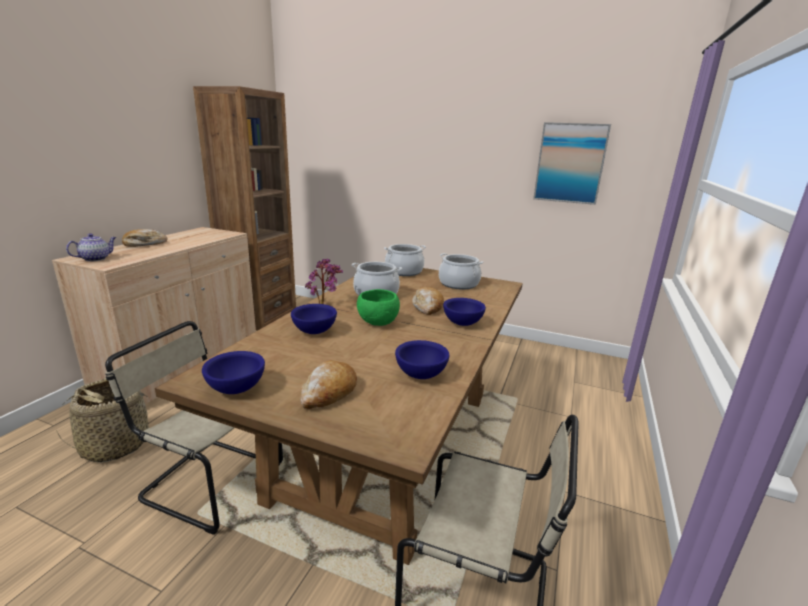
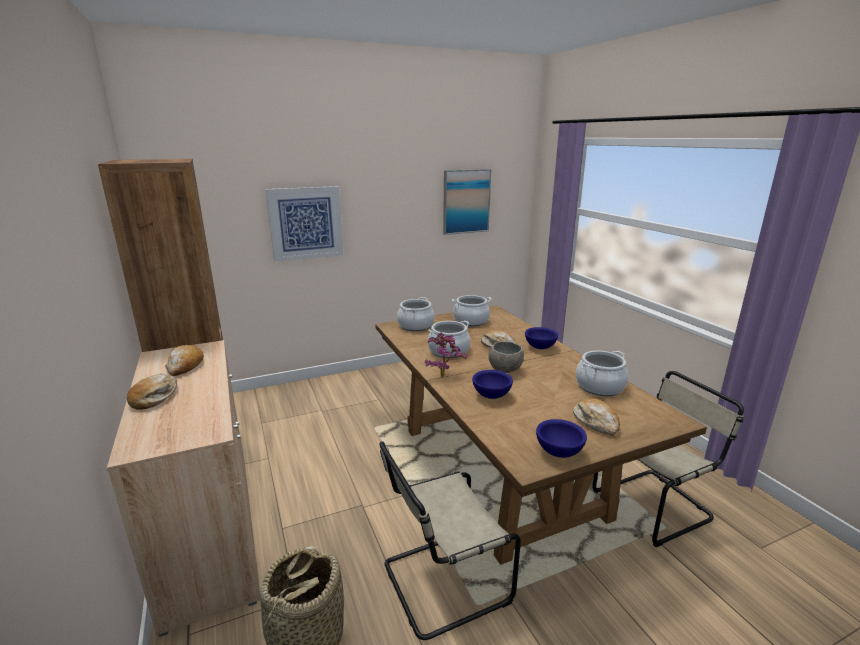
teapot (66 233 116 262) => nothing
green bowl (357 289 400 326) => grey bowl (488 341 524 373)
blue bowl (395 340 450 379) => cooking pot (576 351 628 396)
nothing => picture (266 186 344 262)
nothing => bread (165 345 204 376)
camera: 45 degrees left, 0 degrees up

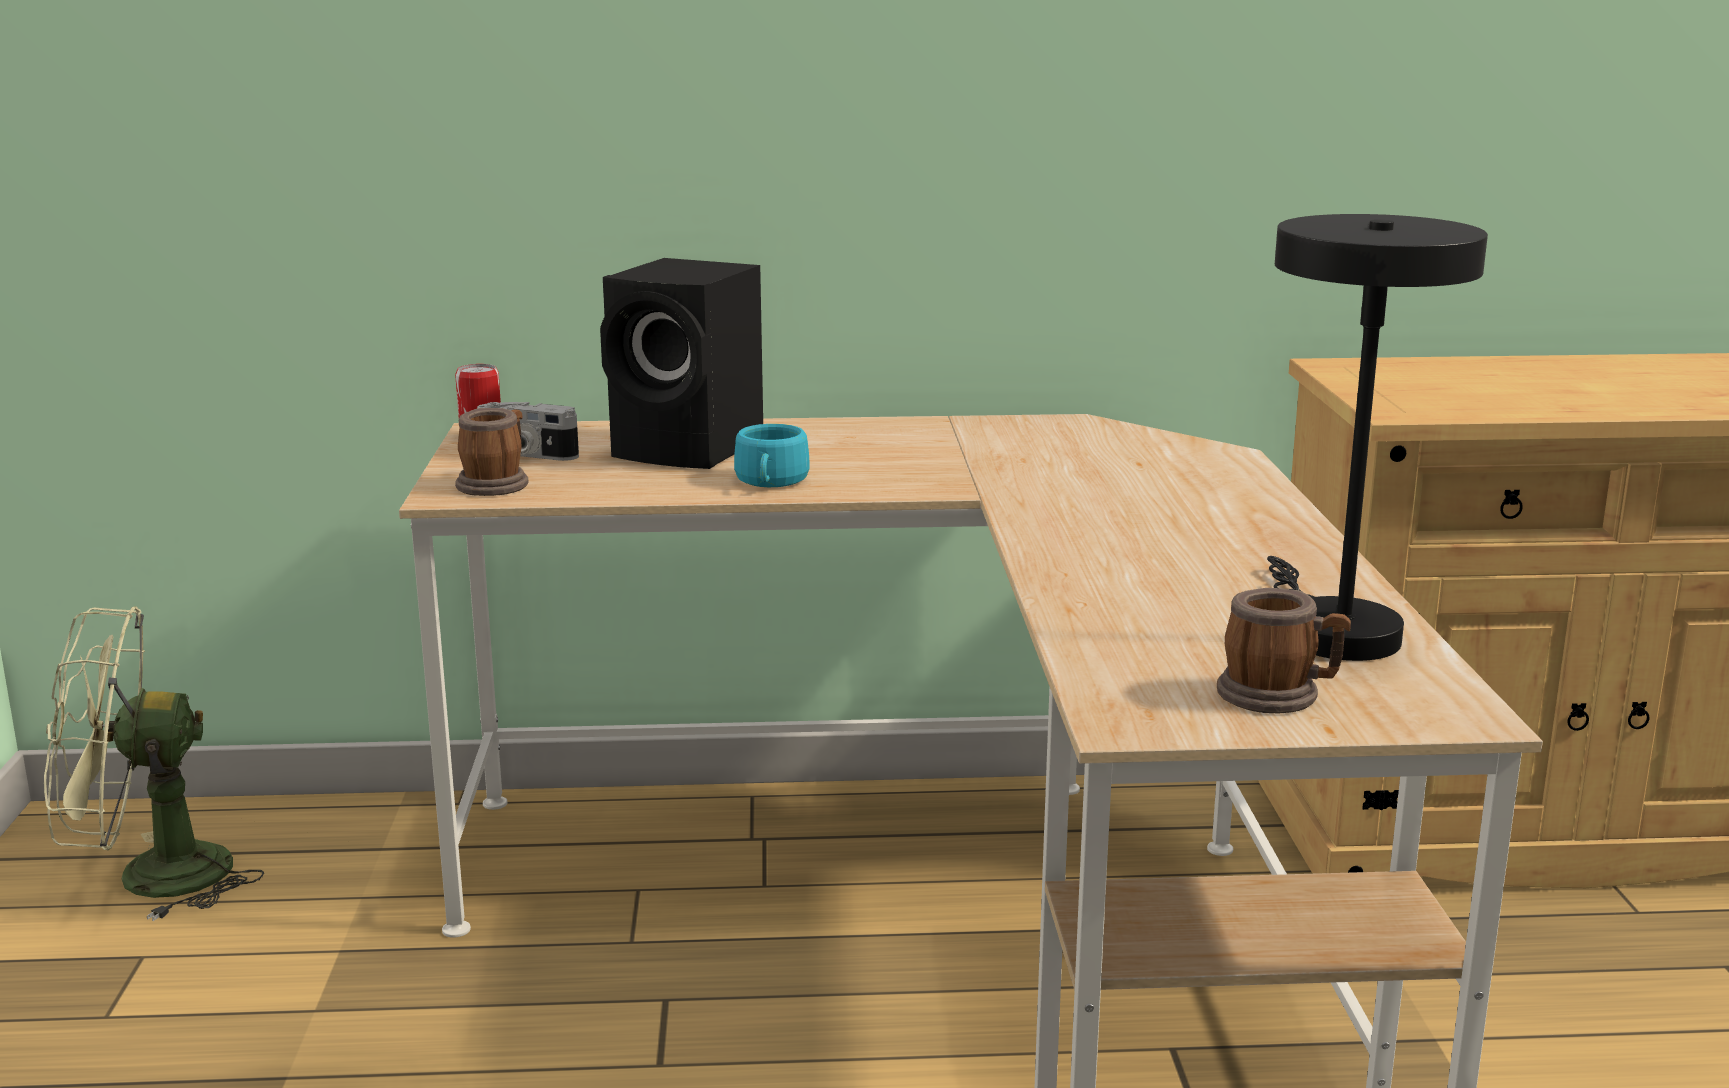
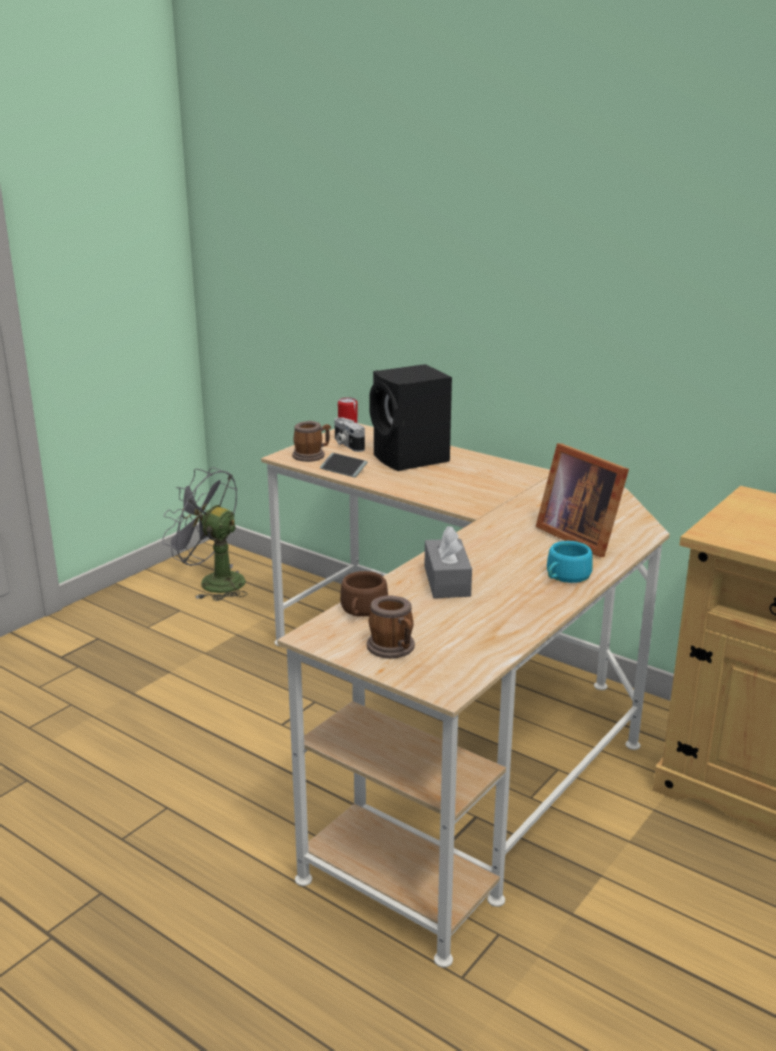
black table lamp (1267 214 1488 661) => nothing
turquoise cup (734 424 810 487) => turquoise cup (547 541 593 583), moved
green fan (44 606 264 921) => grey fan (162 467 248 601)
nothing => picture frame (535 443 629 557)
nothing => phone (320 453 368 477)
nothing => grey tissue box (424 526 472 598)
nothing => brown cup (340 571 388 617)
camera: 40 degrees right, 5 degrees up

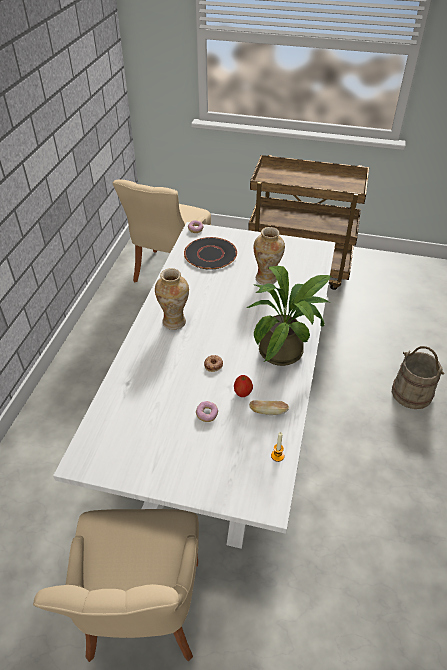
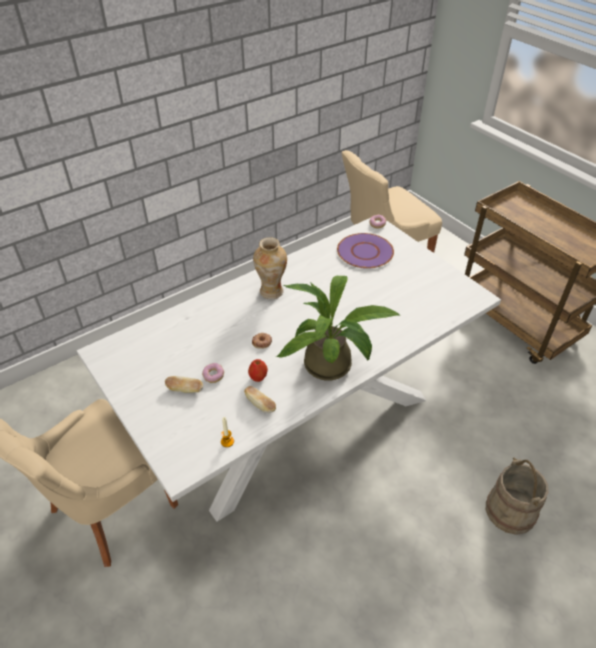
vase (254 227 285 285) => nothing
black plate (184 237 237 270) => purple plate (337 233 394 269)
nothing => bread (165 376 203 393)
camera: 40 degrees right, 0 degrees up

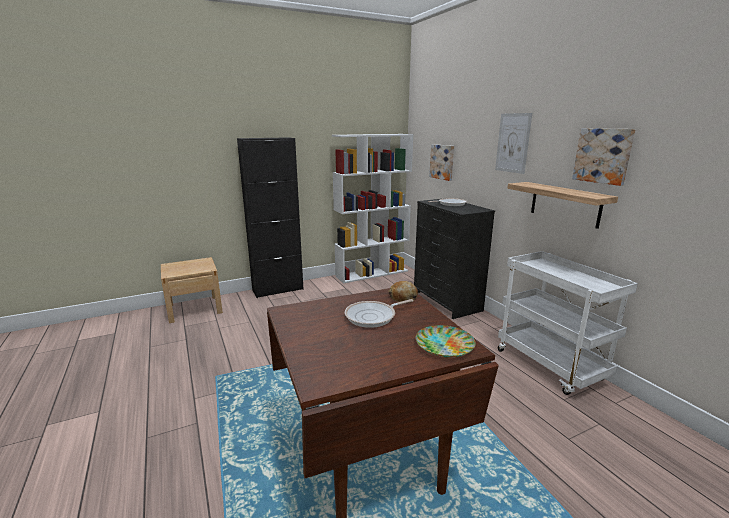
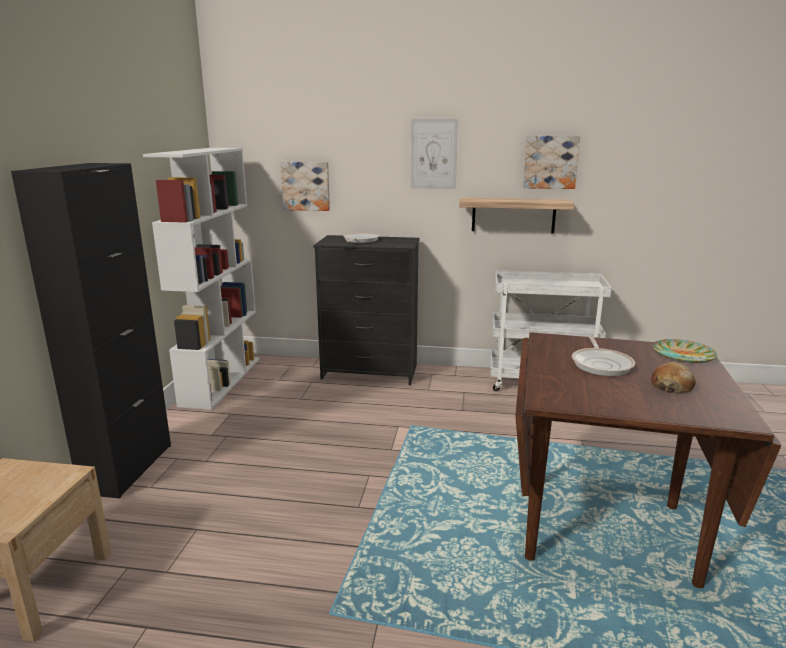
bread (389 281 418 303) => bread (651 362 696 394), moved
camera: 55 degrees left, 0 degrees up

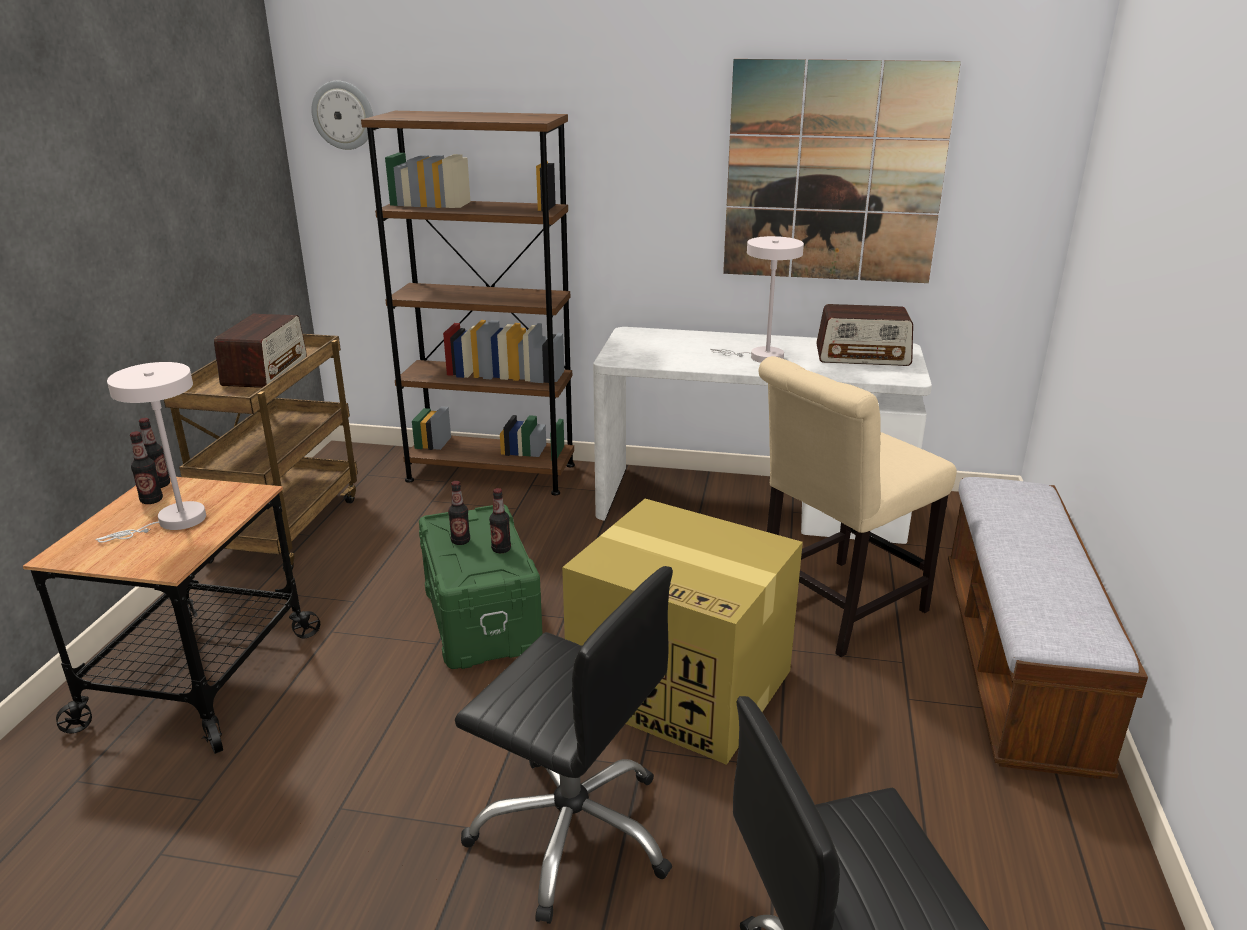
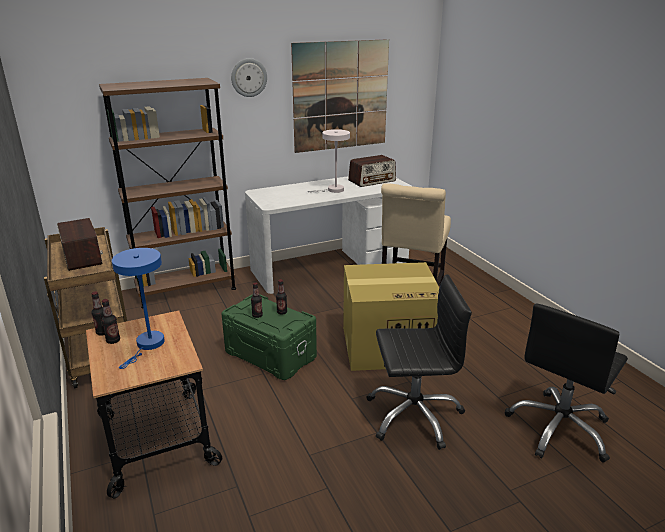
wall clock (311 81 373 150) => wall clock (231 58 267 97), moved
white table lamp (95 362 206 543) => blue table lamp (112 248 165 369)
bench (948 477 1148 779) => nothing
camera: 35 degrees left, 0 degrees up

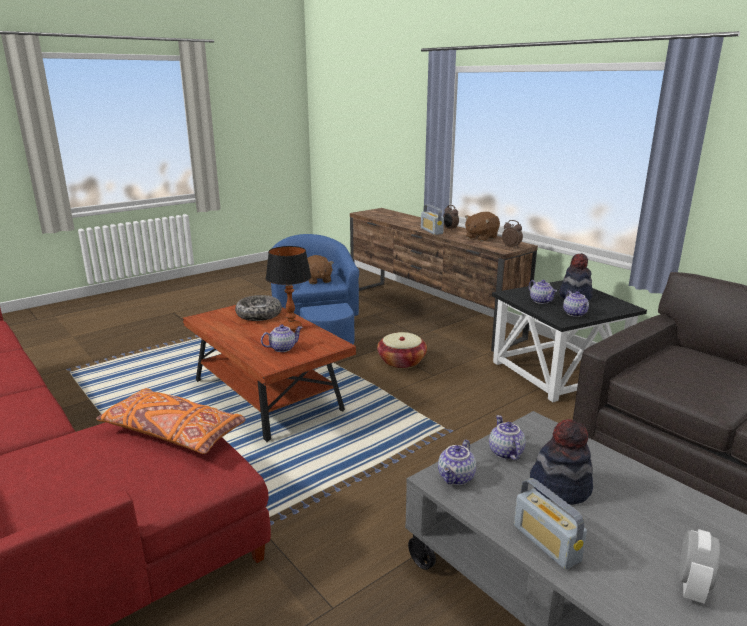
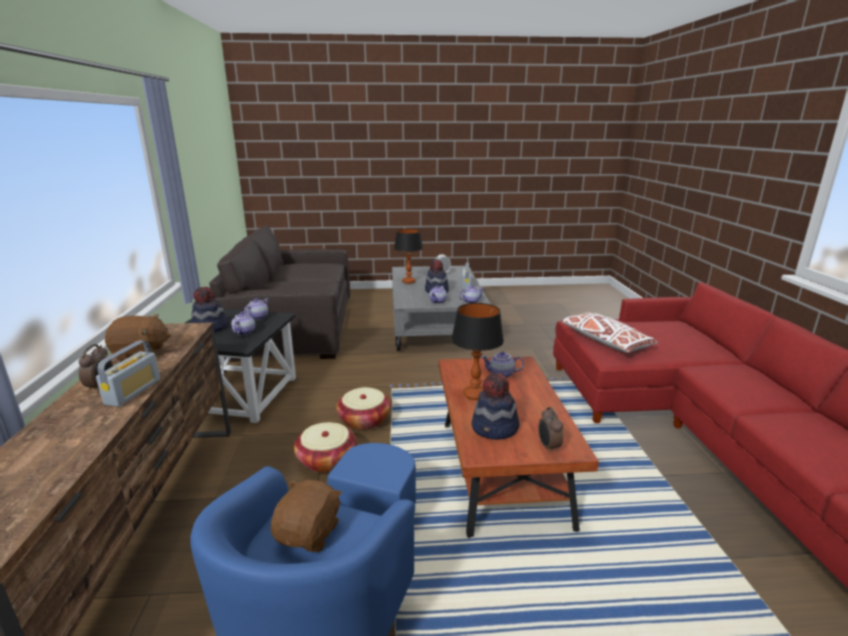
alarm clock (502 220 523 248) => alarm clock (538 407 563 453), moved
bowl (235 295 282 321) => hat (472 373 520 440)
orange pillow (96 388 246 454) => white pillow (562 313 659 352)
nothing => table lamp (394 229 423 284)
nothing => basket (336 387 391 430)
camera: 145 degrees left, 0 degrees up

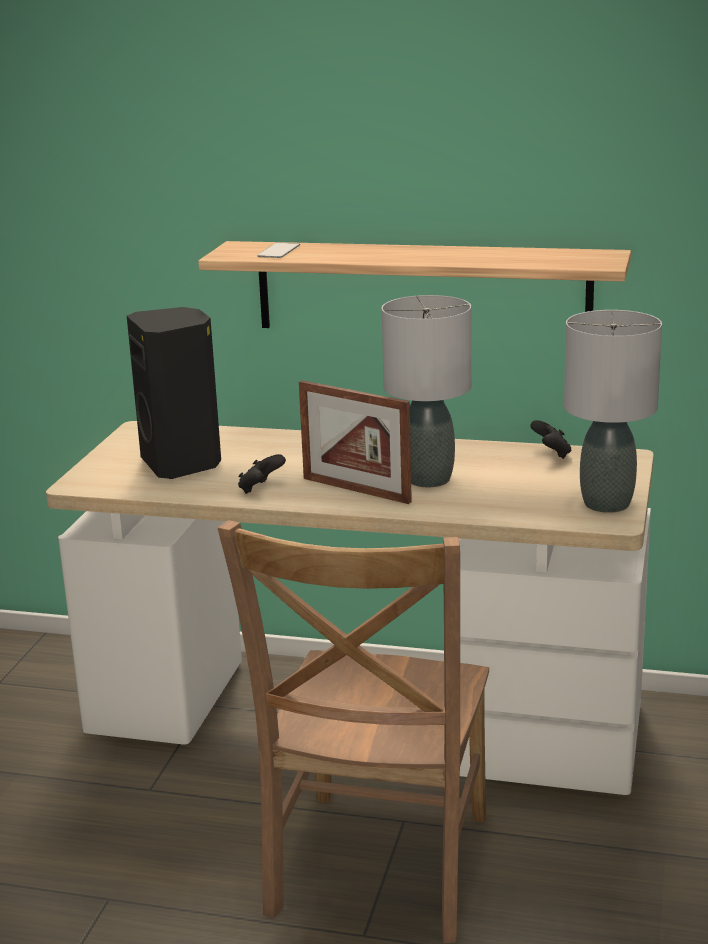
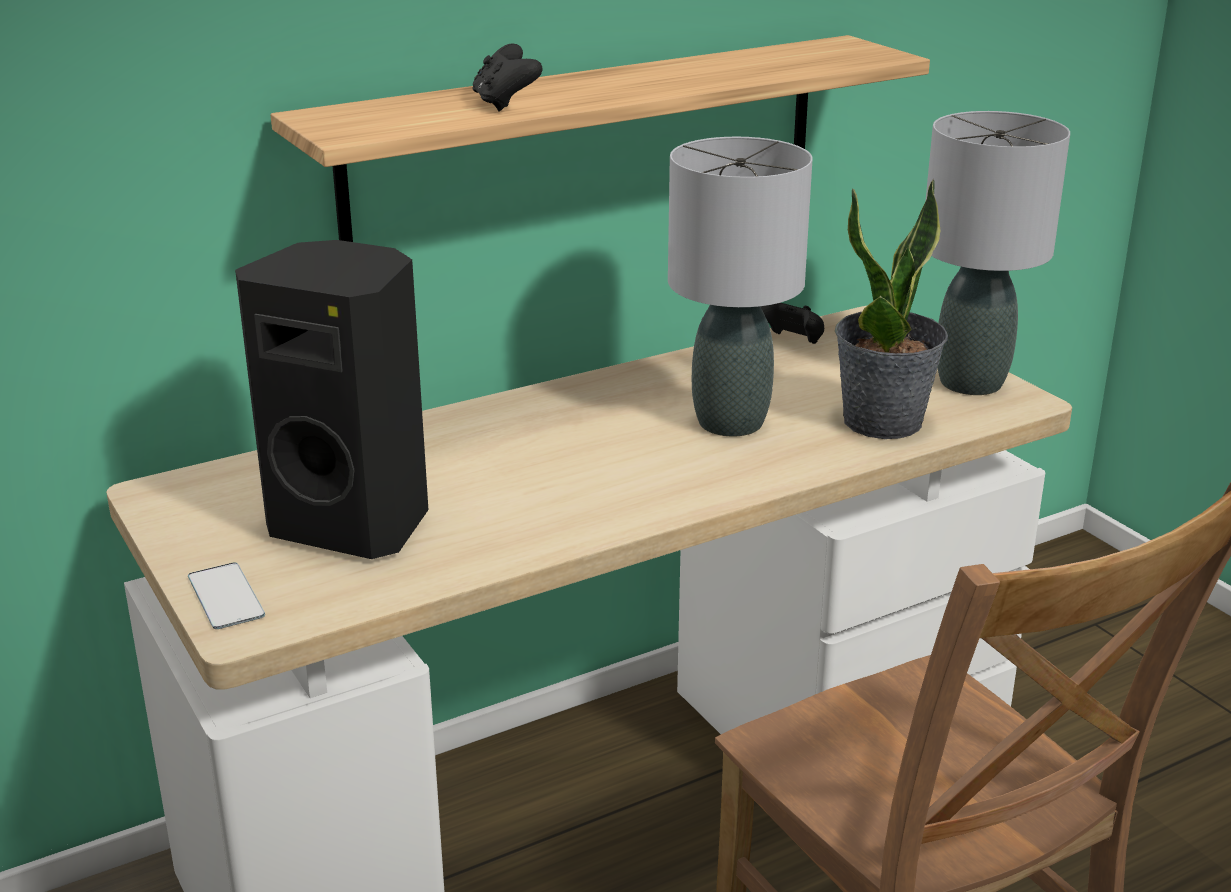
phone (257 243 300 258) => phone (188 562 265 629), moved
picture frame (299 380 412 504) => nothing
black game controller (238 454 286 494) => black game controller (472 44 542 112), moved
nothing => potted plant (835 179 948 439)
camera: 45 degrees left, 5 degrees up

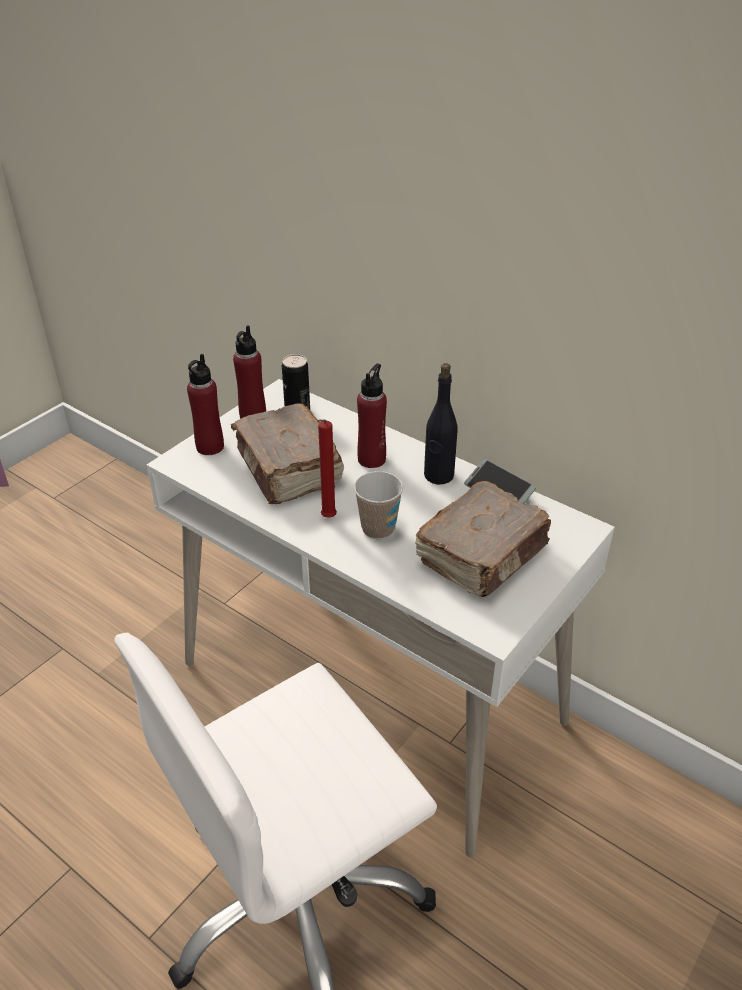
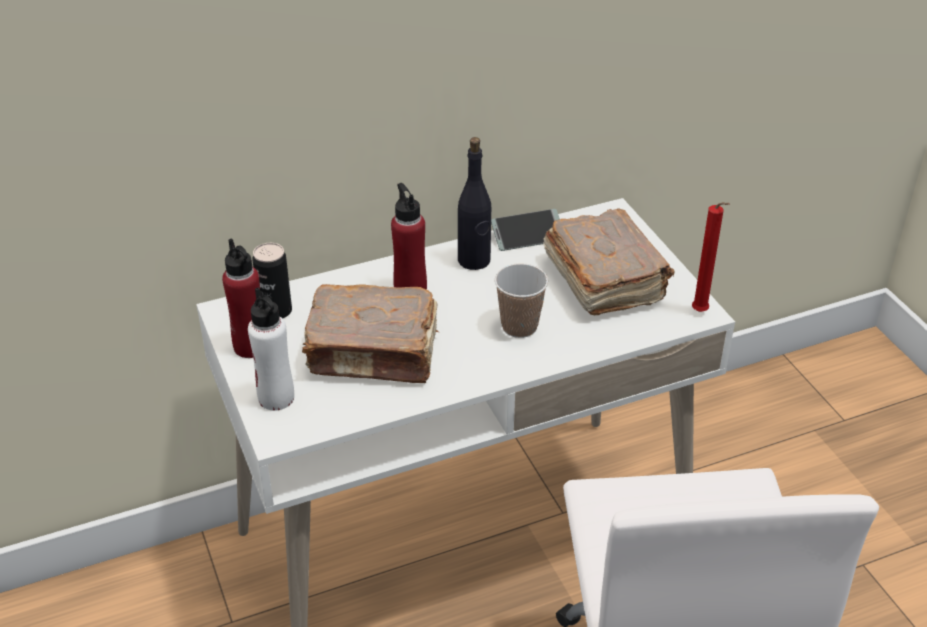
red bottle (187 354 224 455) => white bottle (248 287 294 411)
red candle (318 419 337 518) => red candle (692 202 730 312), moved
camera: 60 degrees left, 0 degrees up

